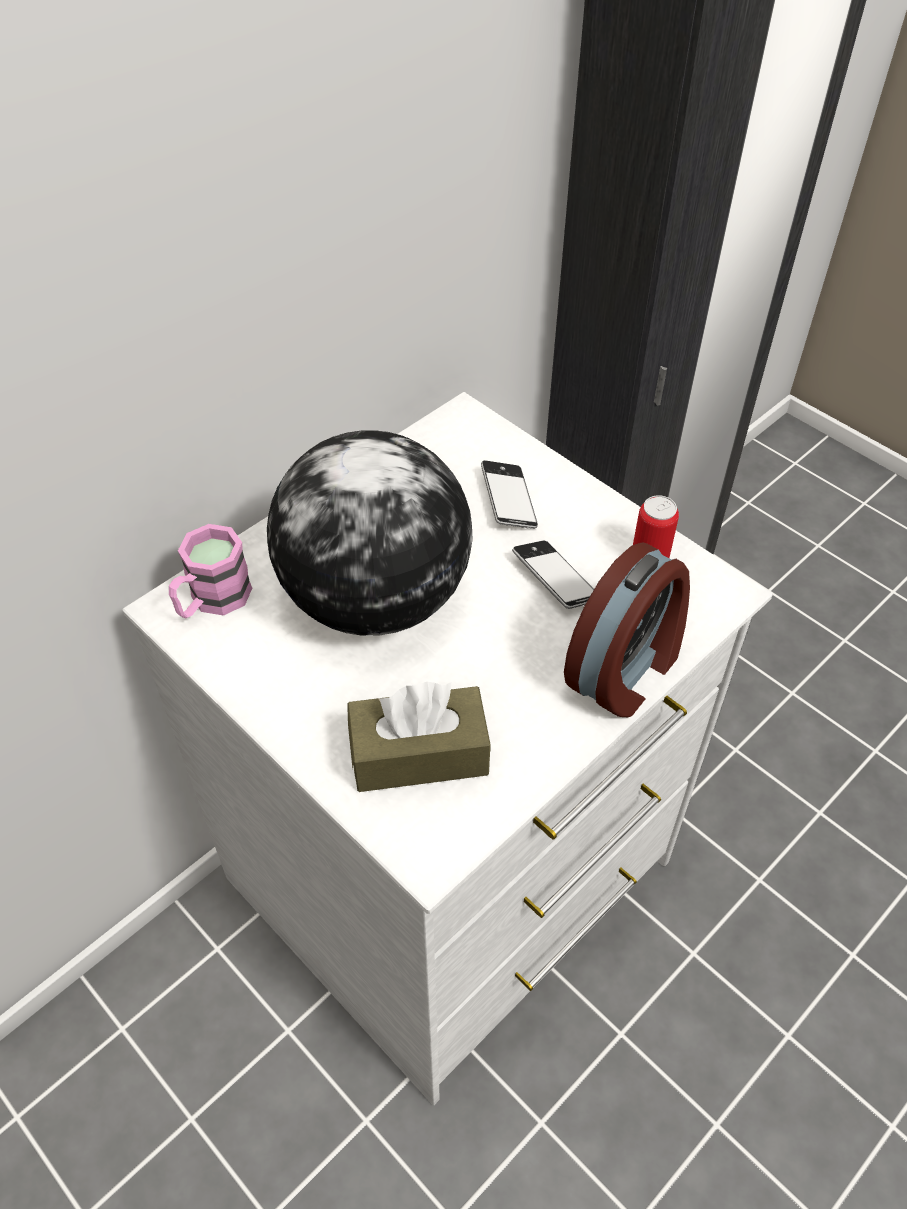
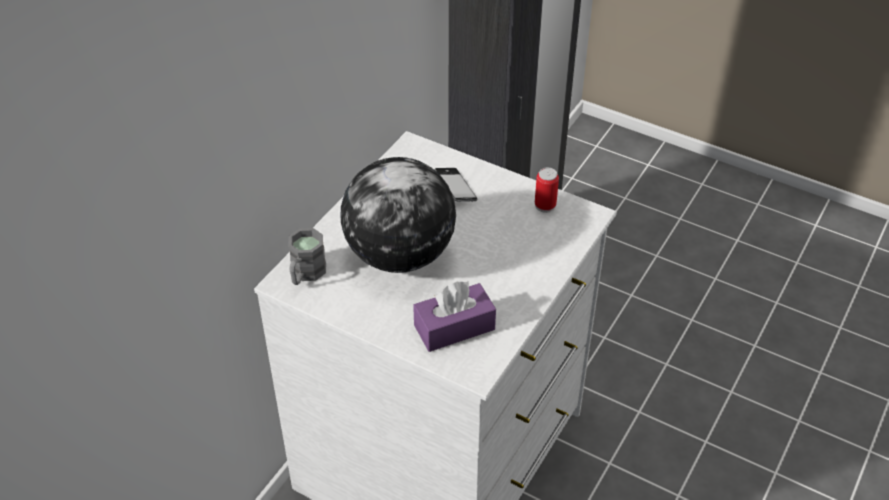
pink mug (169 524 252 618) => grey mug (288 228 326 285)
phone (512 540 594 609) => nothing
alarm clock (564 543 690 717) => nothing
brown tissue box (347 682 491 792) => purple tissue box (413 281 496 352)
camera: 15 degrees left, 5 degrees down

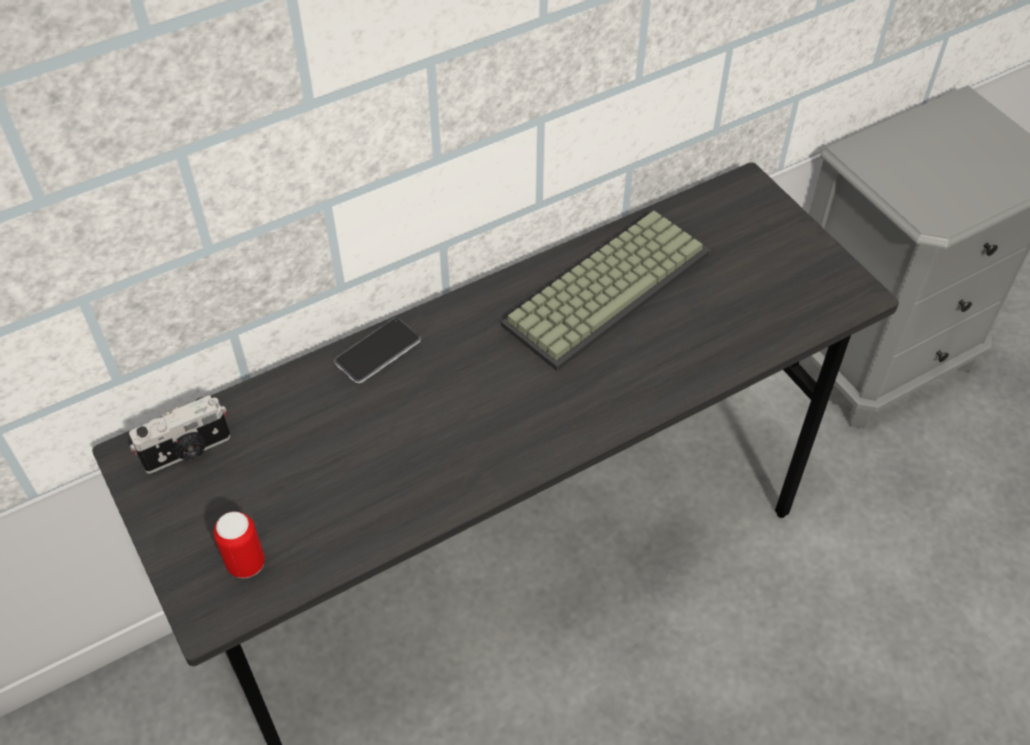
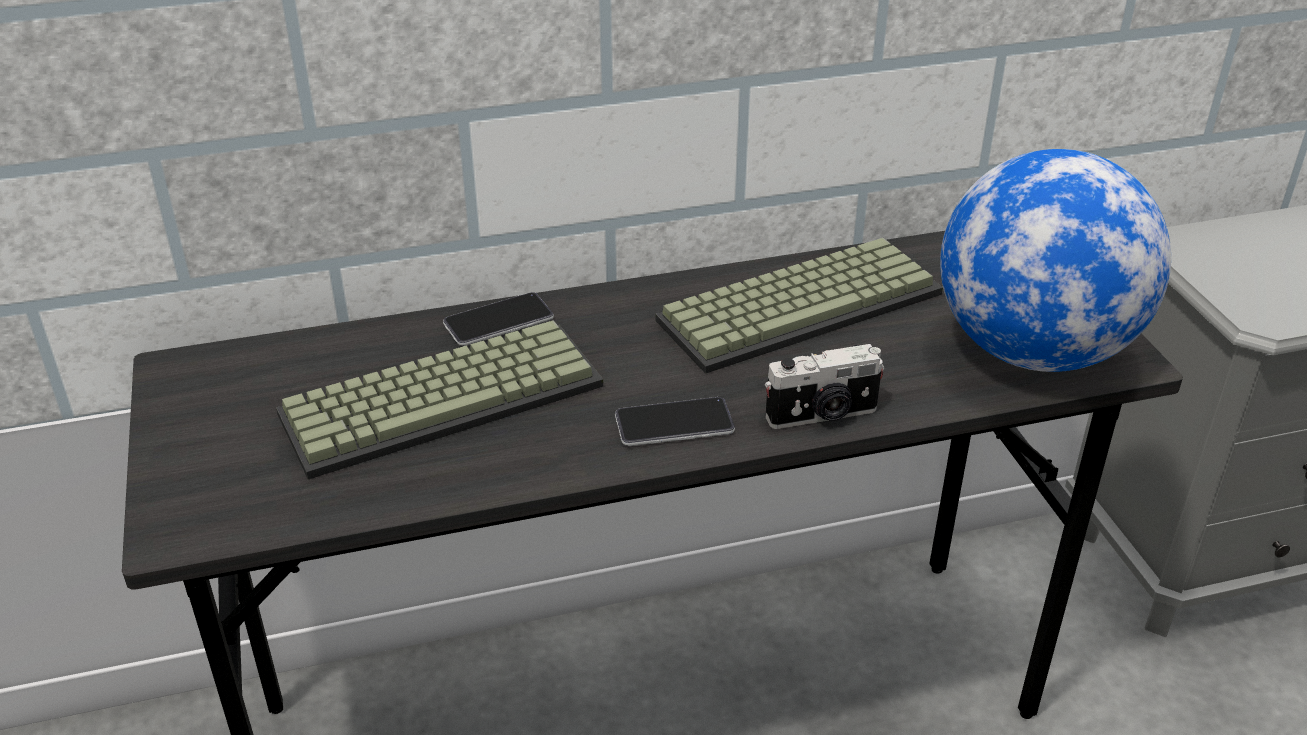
photo camera (129 395 231 474) => photo camera (765 344 885 429), moved
can (213 512 265 578) => nothing
nothing => globe (940 149 1171 372)
nothing => keyboard (276 320 603 480)
nothing => phone (615 397 735 446)
camera: 15 degrees right, 15 degrees down

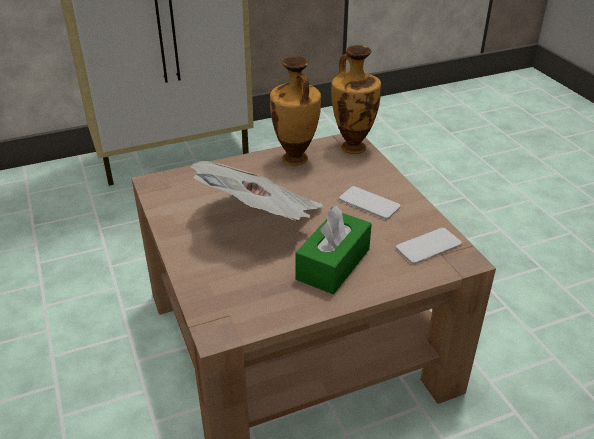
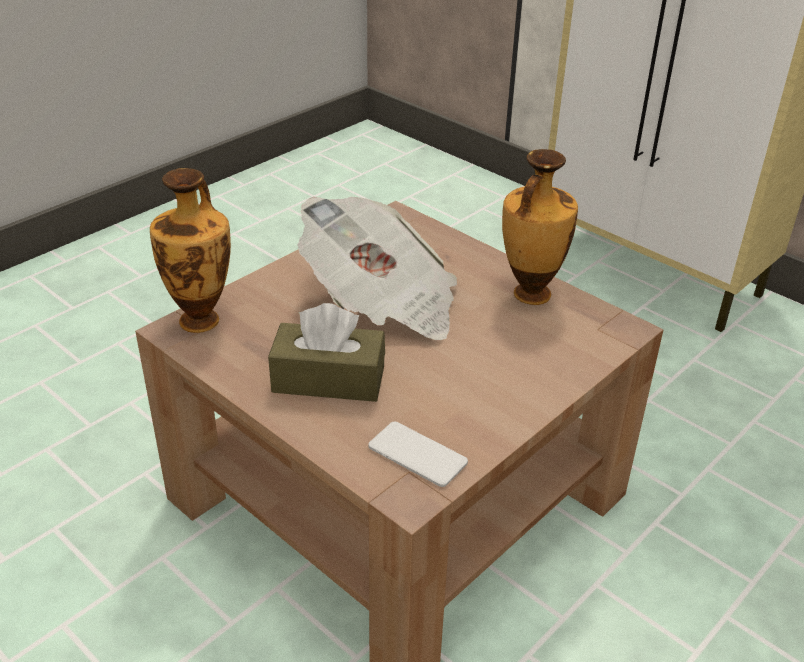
vase (331 45 381 154) => vase (150 168 231 333), moved
phone (339 186 401 219) => nothing
green tissue box (296 206 372 294) => brown tissue box (268 303 385 402)
camera: 65 degrees right, 0 degrees up

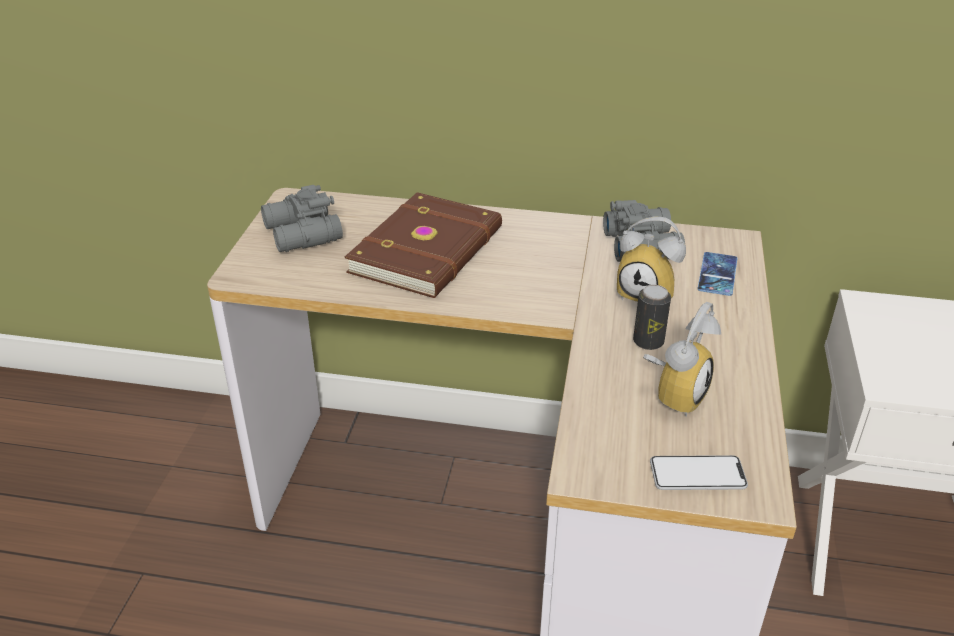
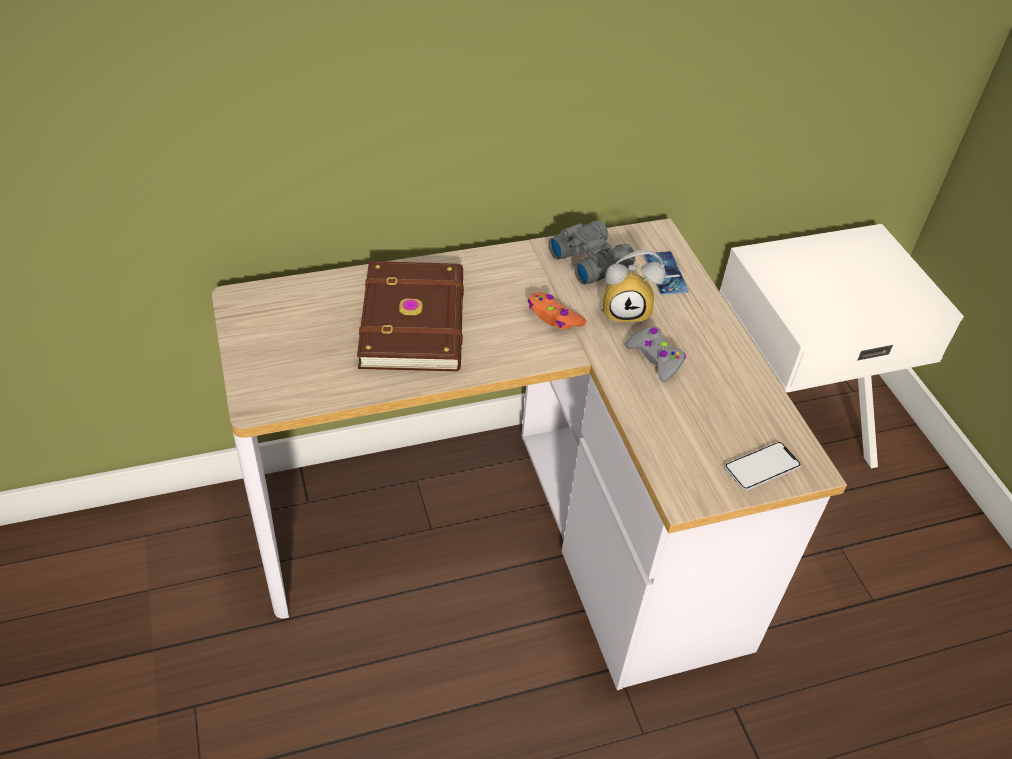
grey binoculars (261 185 343 252) => nothing
can (633 284 671 350) => grey game controller (625 326 686 382)
alarm clock (643 302 722 417) => nothing
nothing => orange game controller (528 292 587 329)
camera: 30 degrees left, 10 degrees up

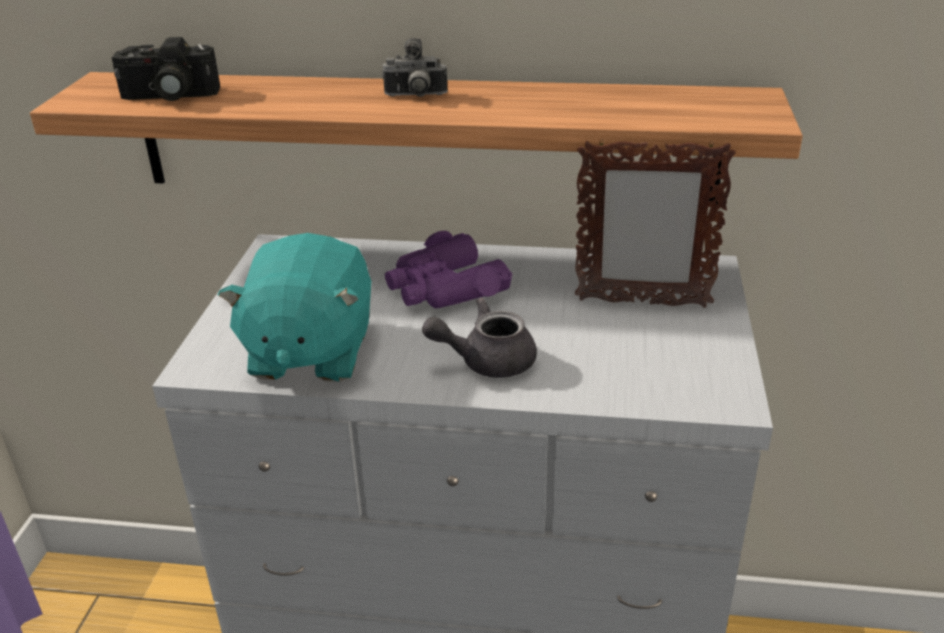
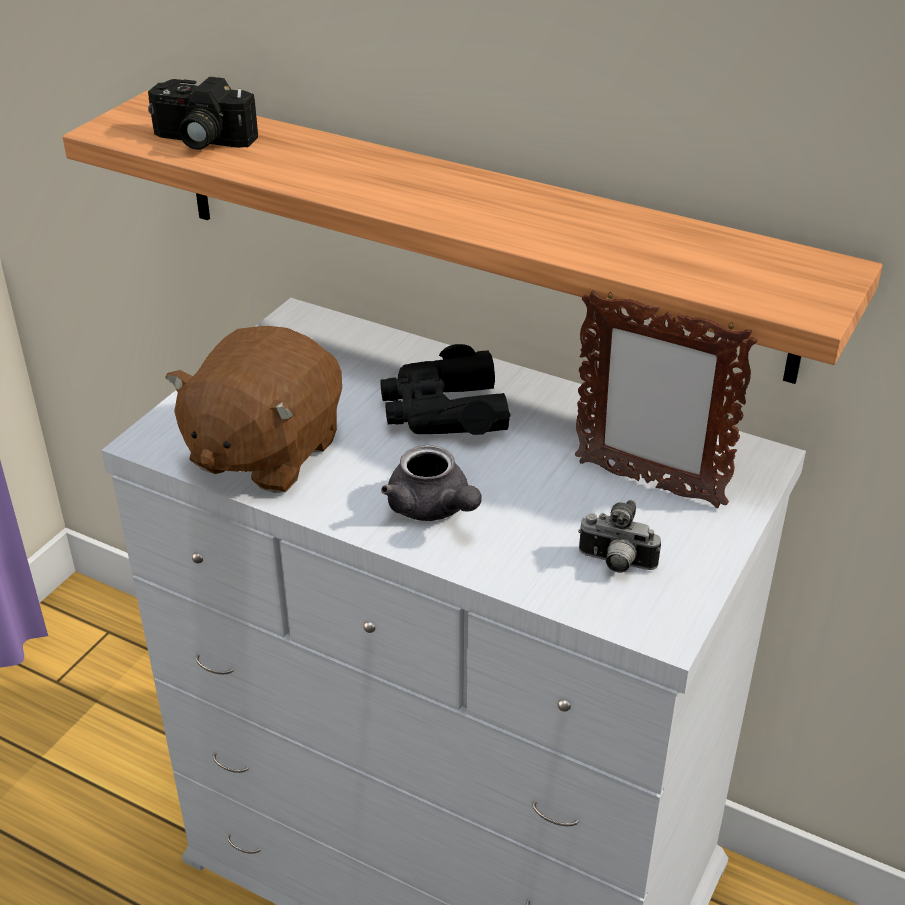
photo camera (382 38 448 97) => photo camera (578 500 661 573), moved
purple binoculars (385 231 512 308) => black binoculars (380 344 511 435)
turquoise plush toy (218 233 371 382) => brown plush toy (165 326 342 493)
grey teapot (422 298 537 378) => grey teapot (381 445 481 521), 135 degrees counterclockwise
camera: 20 degrees right, 5 degrees up

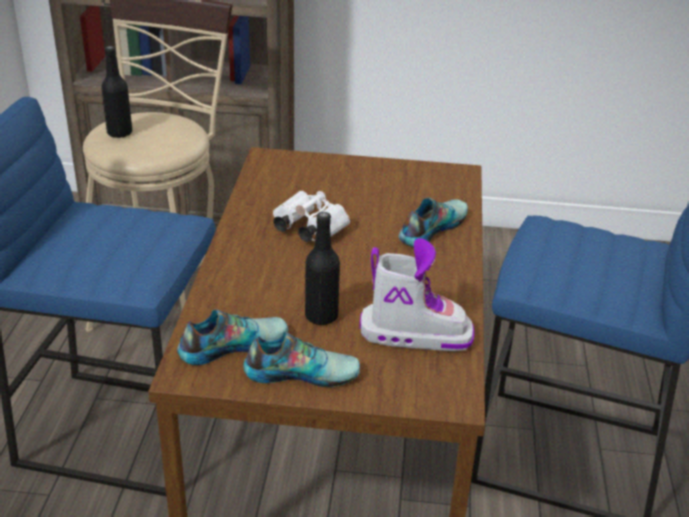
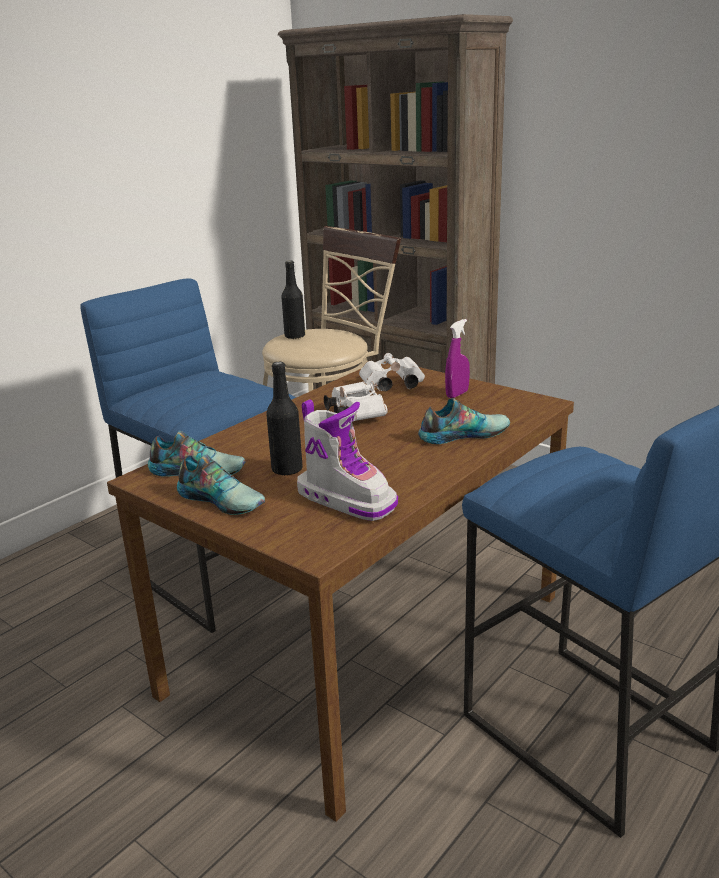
nothing => purple spray bottle (445 319 470 398)
nothing => white binoculars (359 353 425 391)
camera: 35 degrees right, 10 degrees down

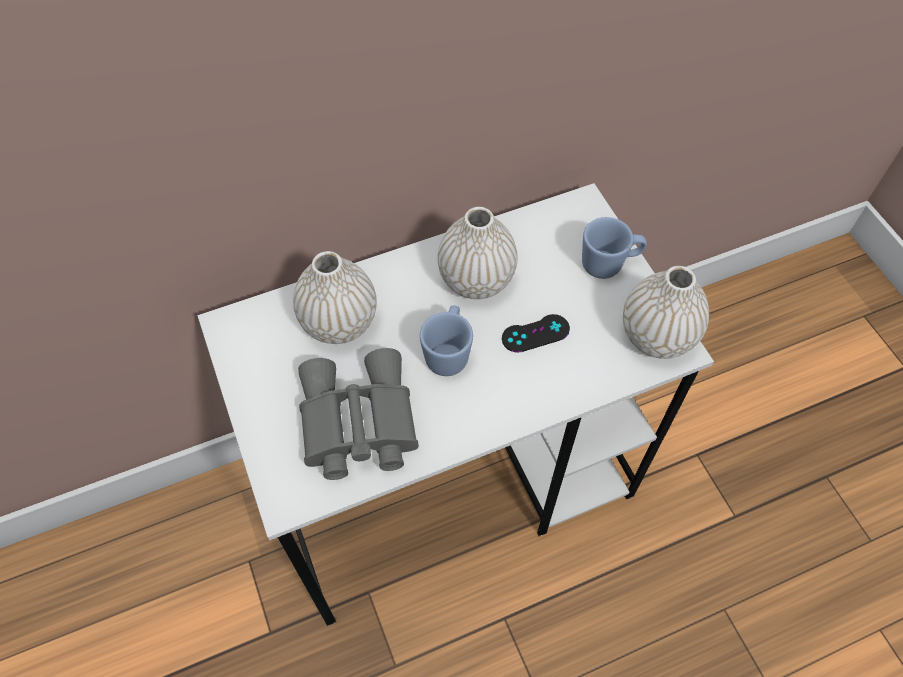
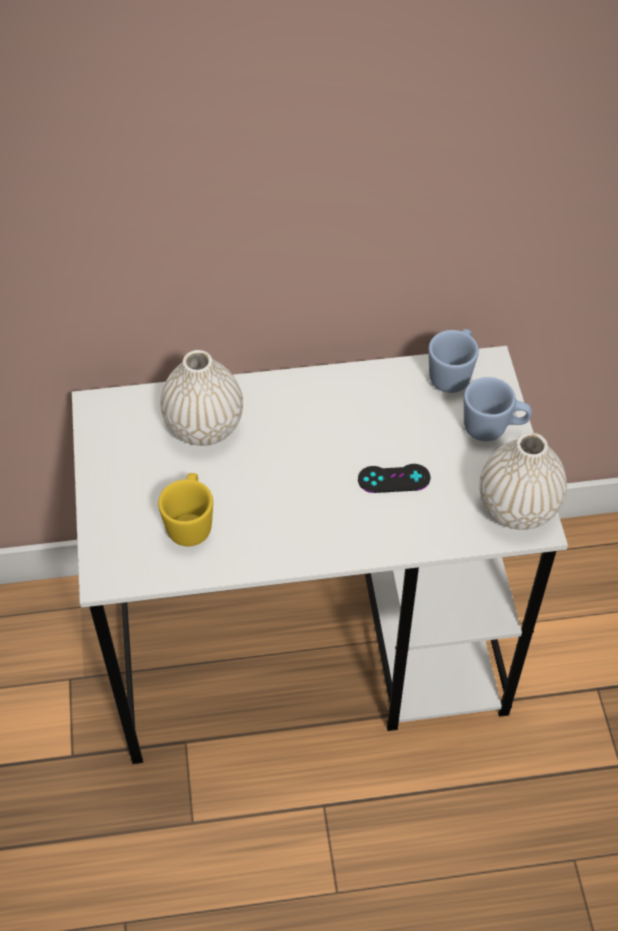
white vase (437 207 518 299) => nothing
blue mug (420 306 473 376) => blue mug (428 329 479 393), moved
grey binoculars (298 348 419 480) => yellow mug (158 473 213 546)
camera: 15 degrees right, 5 degrees down

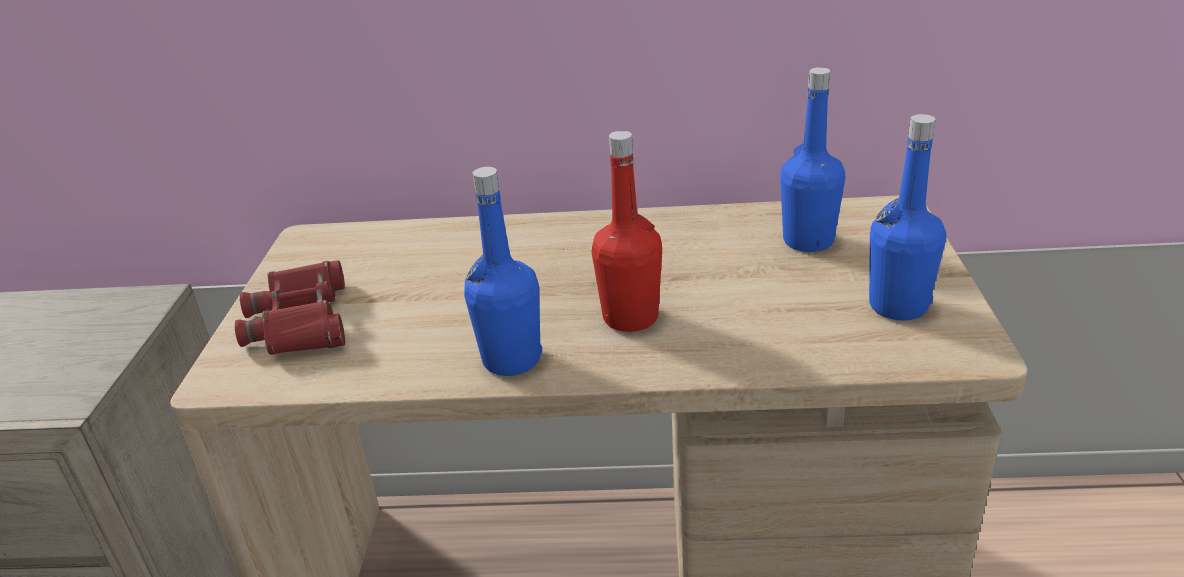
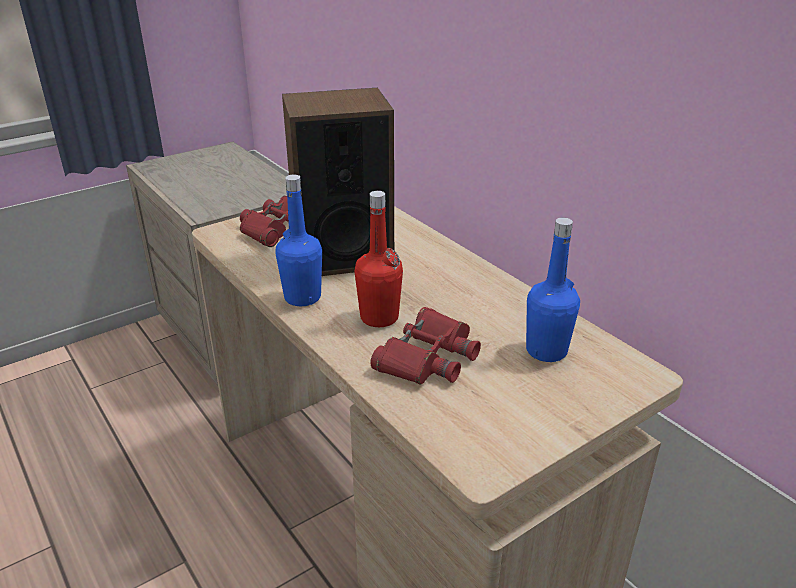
blue bottle (869 114 946 320) => nothing
nothing => speaker (282 88 394 276)
nothing => red binoculars (370 307 481 385)
camera: 50 degrees right, 0 degrees up

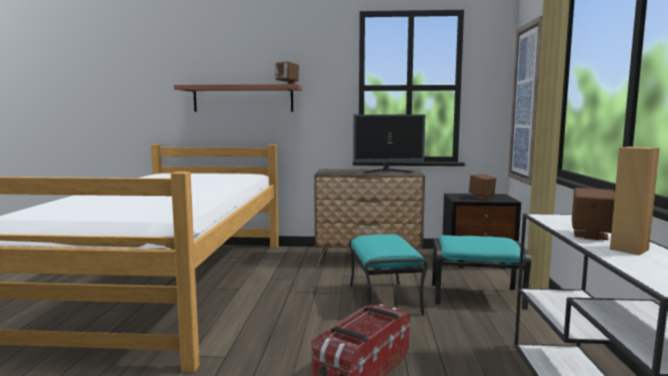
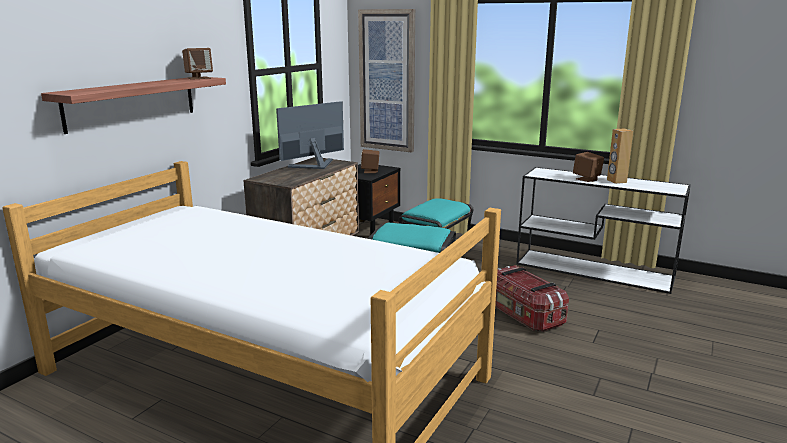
monitor (353 115 425 173) => monitor (276 101 344 169), 150 degrees counterclockwise
camera: 65 degrees left, 10 degrees up

